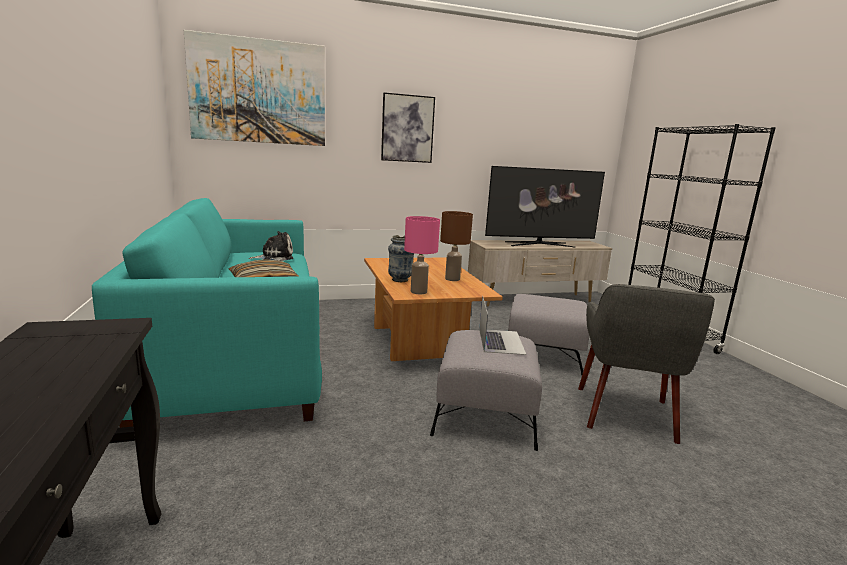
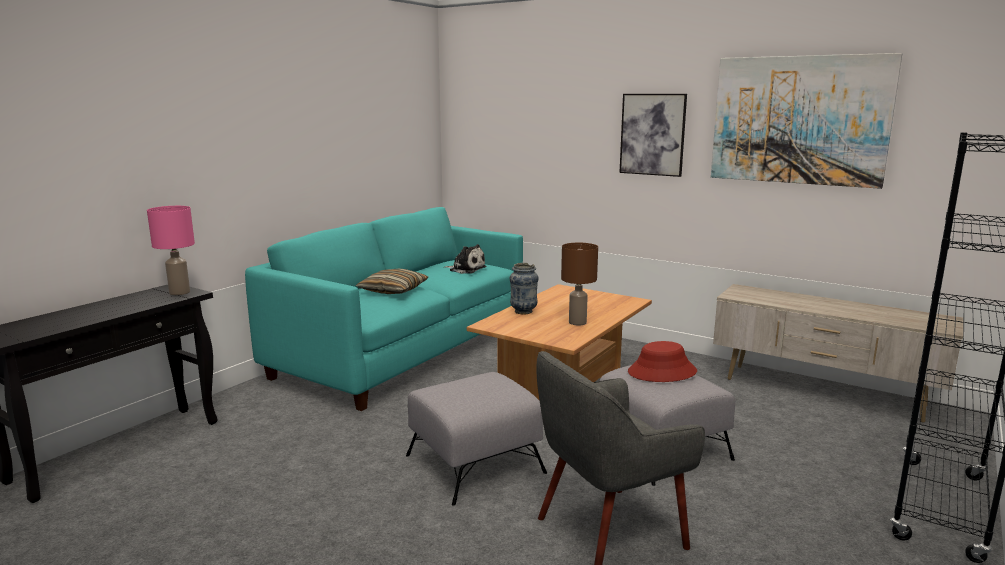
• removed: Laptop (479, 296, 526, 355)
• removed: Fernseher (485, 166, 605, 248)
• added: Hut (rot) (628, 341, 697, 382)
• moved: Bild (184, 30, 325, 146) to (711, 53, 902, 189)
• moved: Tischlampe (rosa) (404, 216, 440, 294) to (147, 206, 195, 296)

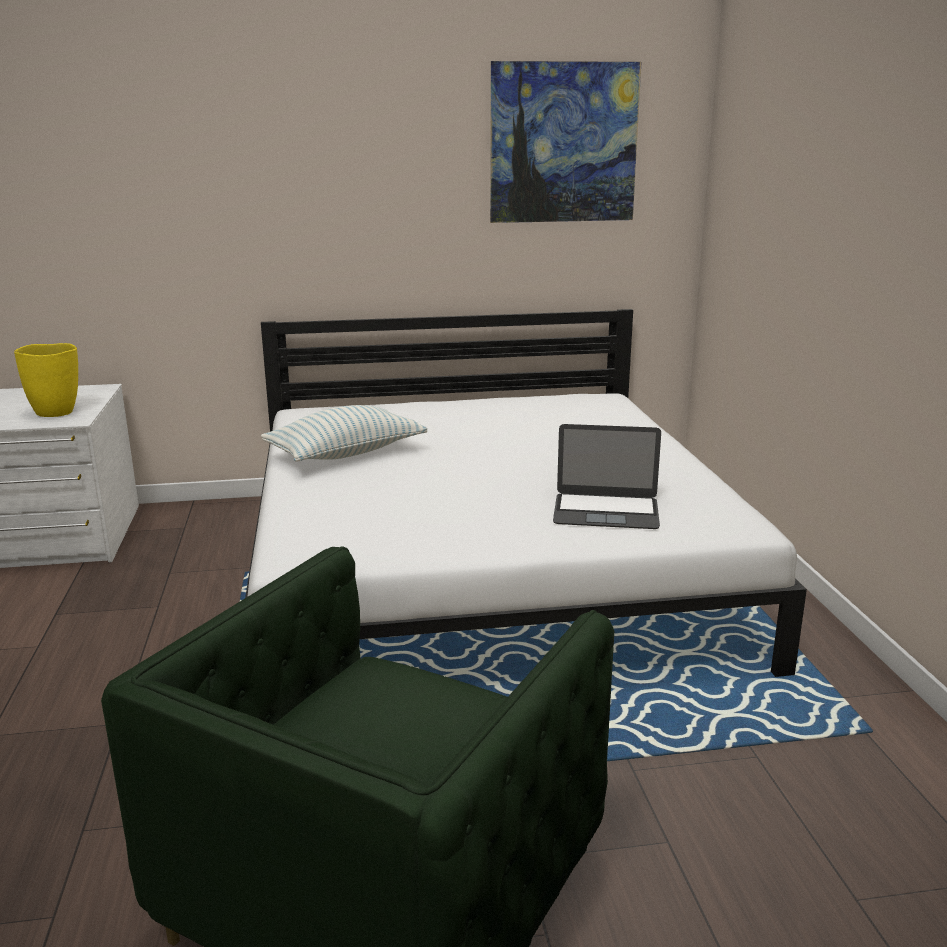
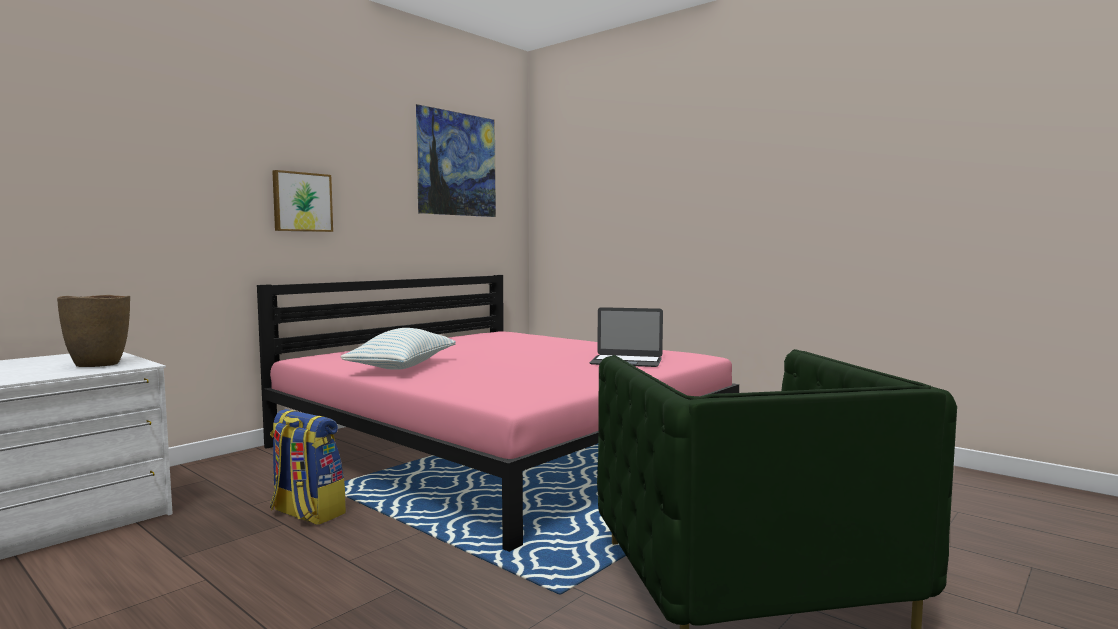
• added: Rucksack (270, 409, 346, 525)
• added: Bild (272, 170, 333, 232)
• recoloured: Vase (gelb) (14, 343, 78, 417) to Vase (braun) (57, 295, 130, 367)
• recoloured: Bett (weiß) (245, 309, 807, 677) to Bett (rosa) (257, 275, 739, 552)
• turned: Laptop (553, 424, 661, 529) = (589, 307, 663, 367) 45 degrees clockwise

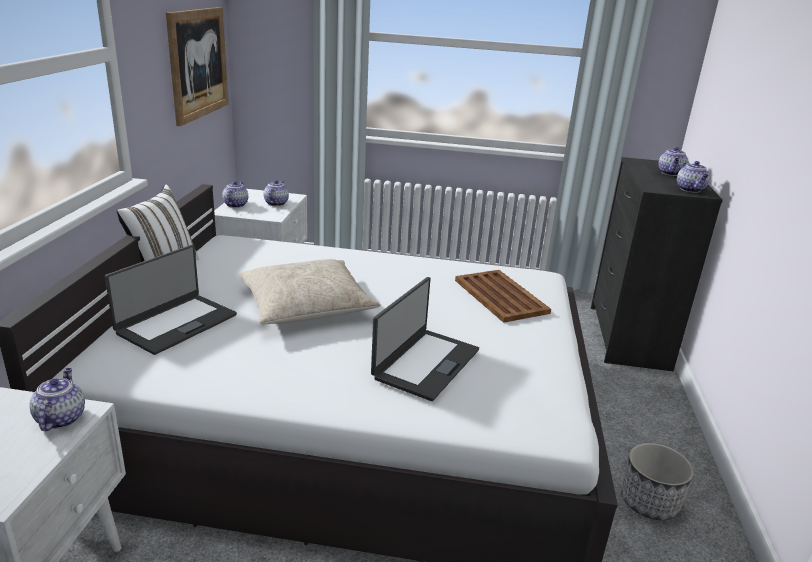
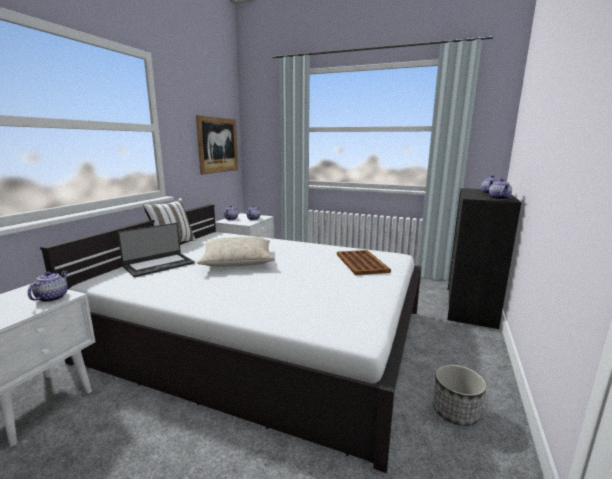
• removed: Laptop (371, 277, 479, 401)

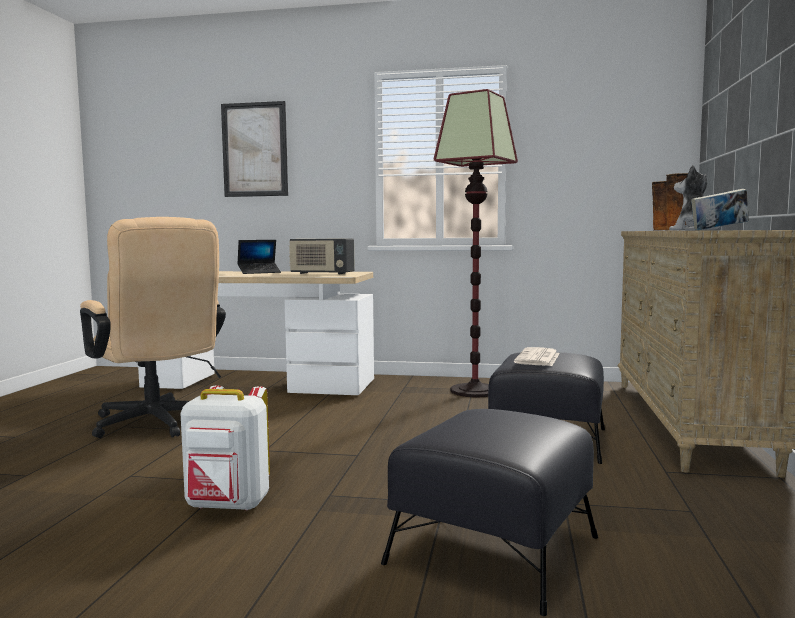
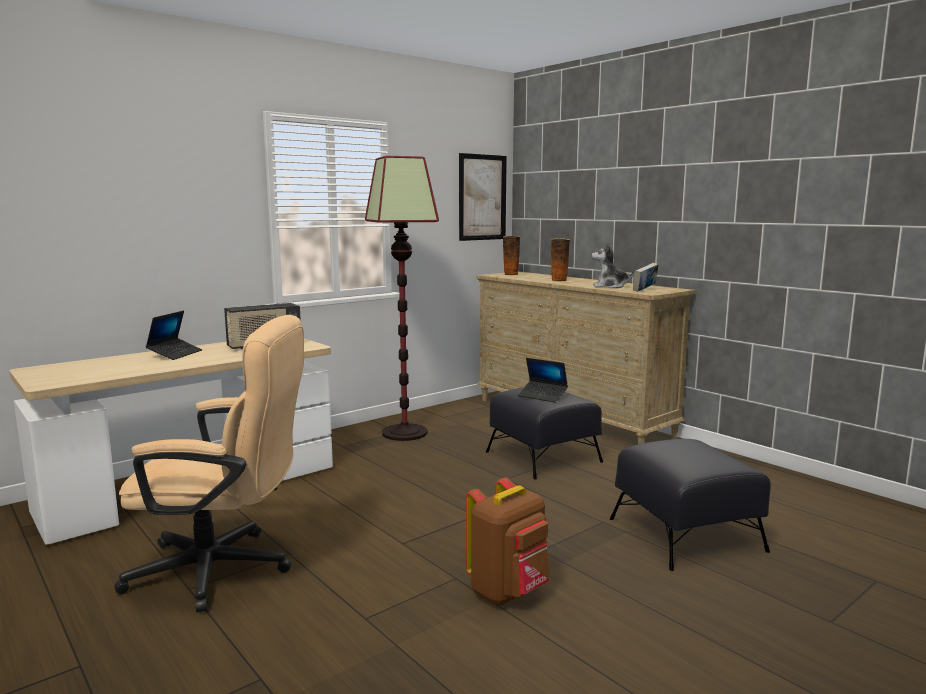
• moved: Bild (221, 101, 288, 197) to (459, 153, 507, 241)
• replaced: Zeitung (514, 347, 560, 366) to Laptop (518, 358, 568, 403)
• recoloured: Rucksack (weiß) (181, 386, 270, 511) to Rucksack (braun) (466, 478, 549, 605)

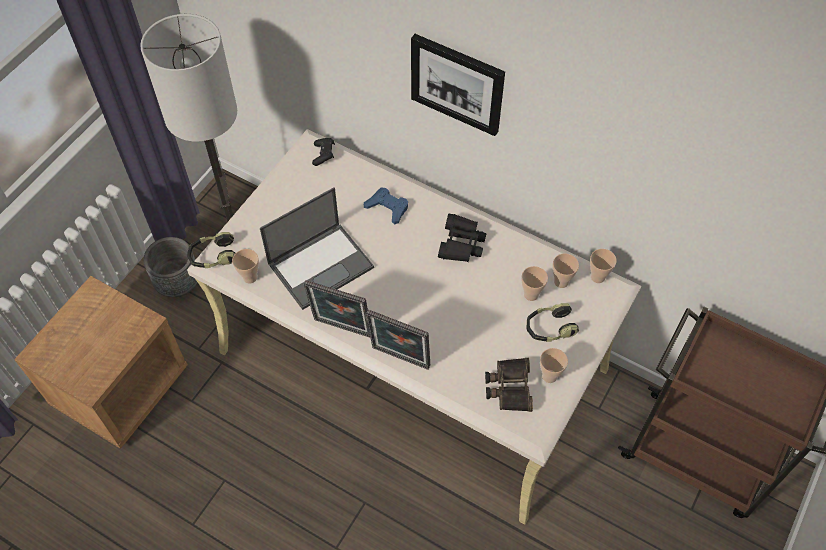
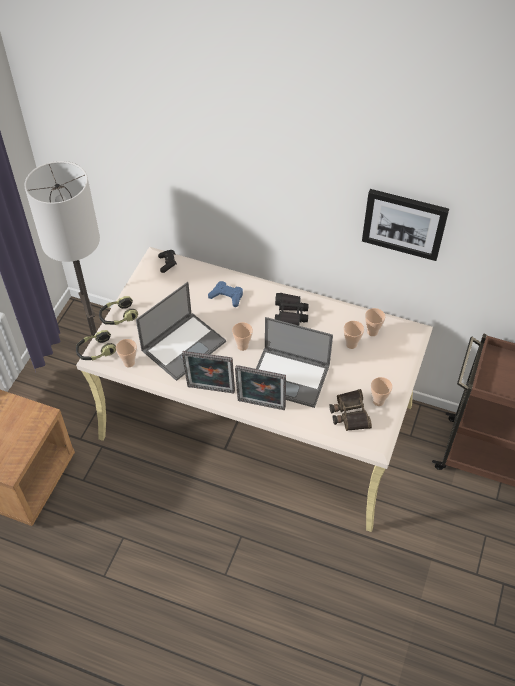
• removed: Pflanzkübel (grau) (143, 237, 198, 297)
• added: Laptop (256, 317, 333, 408)
• moved: Bild (411, 34, 505, 136) to (362, 189, 449, 261)
• moved: Kopfhörer (526, 303, 579, 342) to (99, 296, 138, 325)
• moved: Tasse (590, 249, 617, 283) to (232, 322, 253, 351)

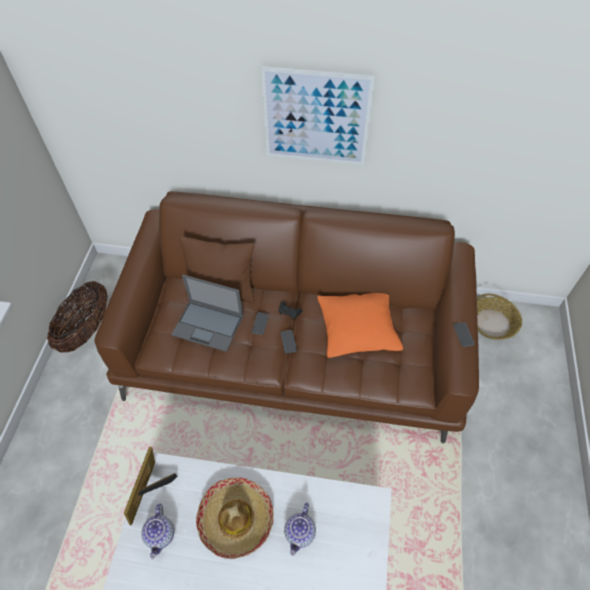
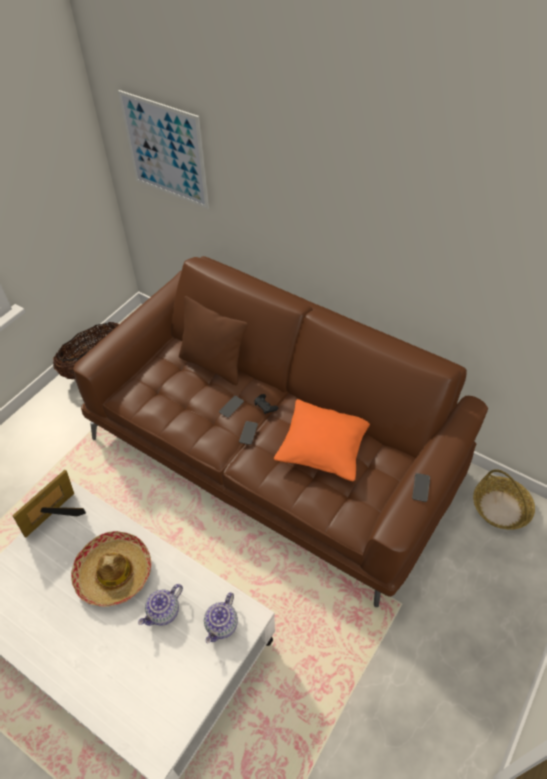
• removed: Laptop (171, 275, 243, 352)
• moved: Teekanne (141, 504, 174, 559) to (204, 592, 238, 644)
• moved: Bild (261, 66, 375, 165) to (118, 90, 209, 209)

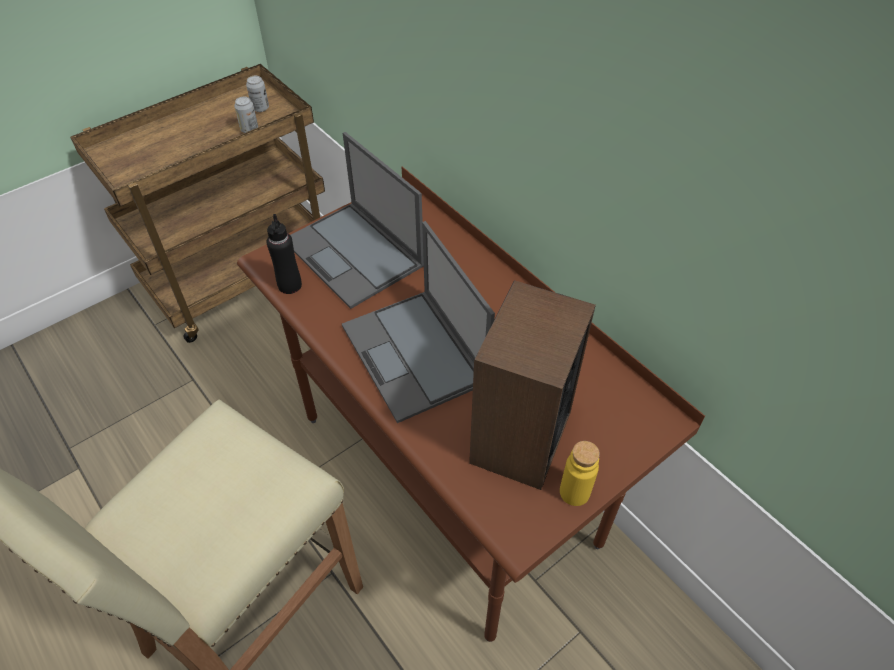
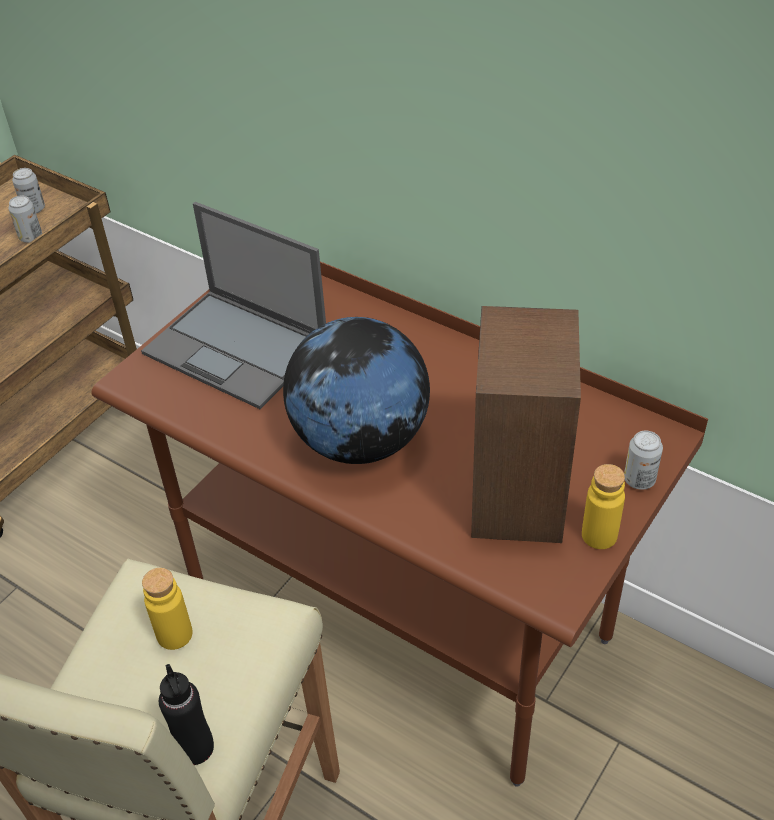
• added: Flasche (gelb) (142, 568, 193, 650)
• added: Dose (624, 431, 663, 490)
• moved: Flasche (schwarz) (267, 214, 302, 294) to (159, 664, 214, 765)
• replaced: Laptop (342, 221, 495, 423) to Globus (283, 317, 430, 464)

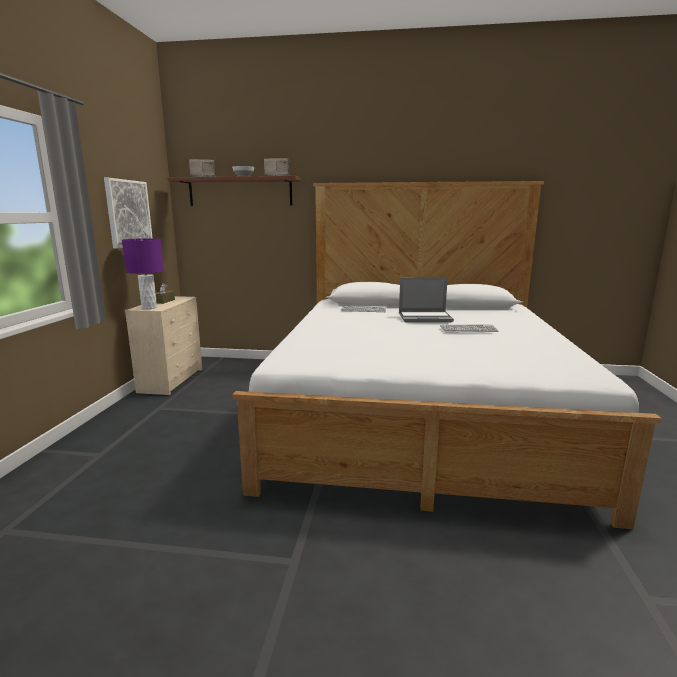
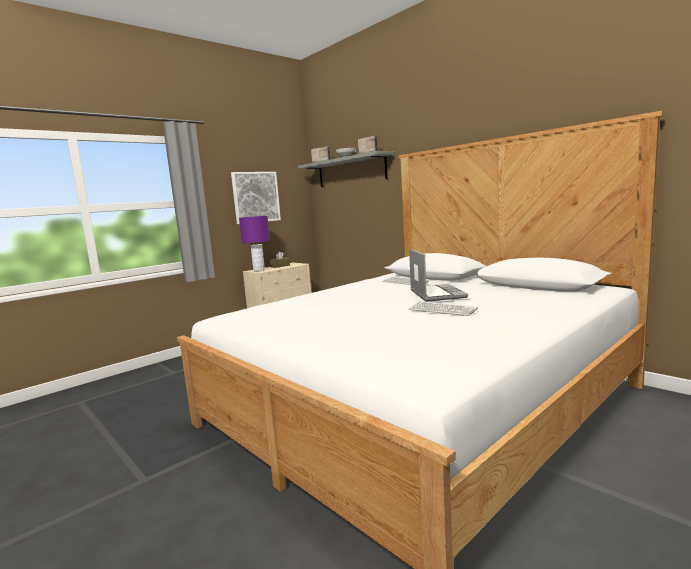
• recoloured: Wandregal (braun) (167, 176, 301, 206) to Wandregal (grau) (298, 151, 394, 187)
• turned: Laptop (399, 277, 454, 322) = (409, 249, 468, 302) 135 degrees counterclockwise

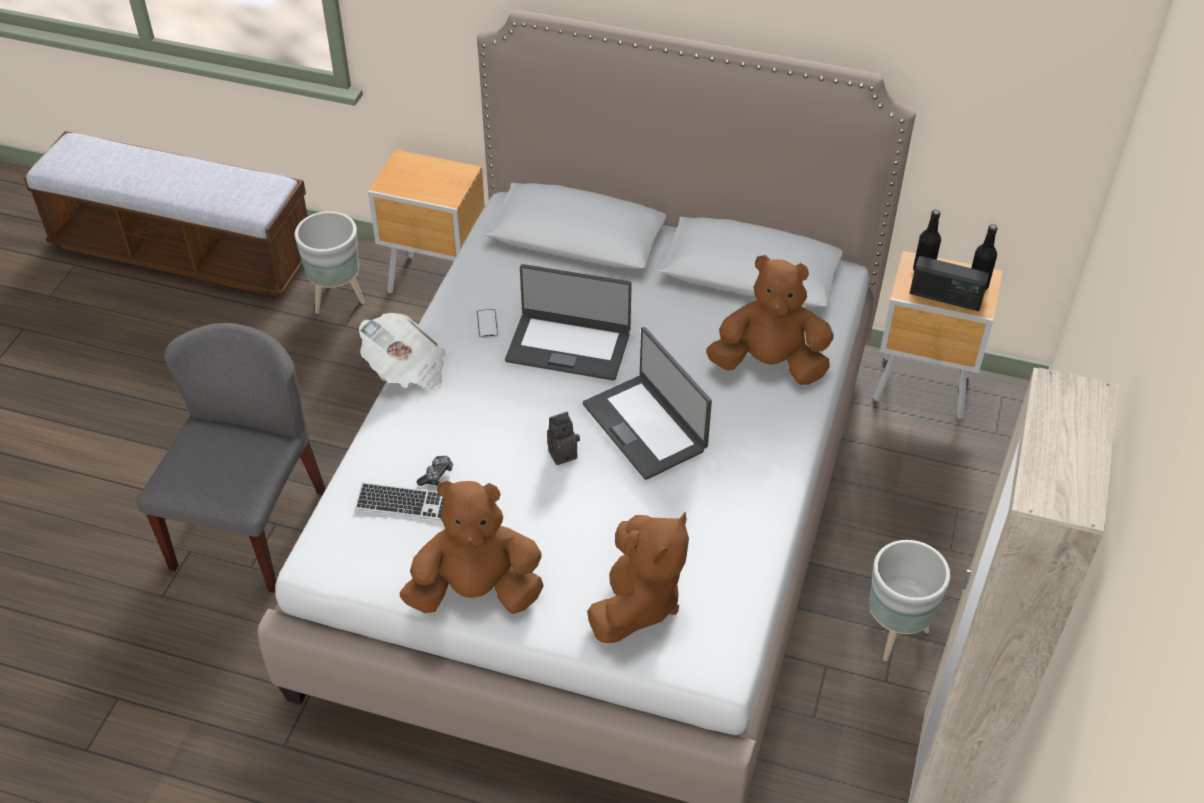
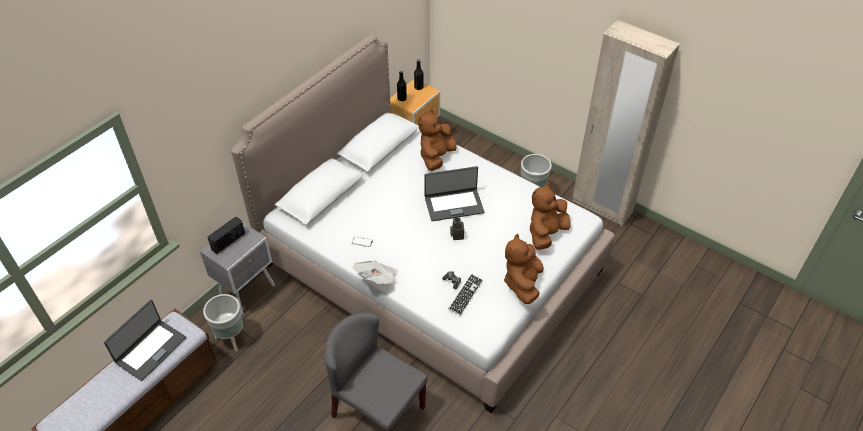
• moved: Laptop (505, 264, 632, 381) to (104, 300, 186, 381)
• moved: Radio (910, 256, 989, 311) to (208, 217, 245, 254)
• recoloured: Nachttisch (braun) (368, 149, 485, 294) to Nachttisch (grau) (200, 222, 275, 315)
• turned: Plüschtier (braun) (587, 511, 689, 643) = (530, 183, 571, 250) 90 degrees counterclockwise

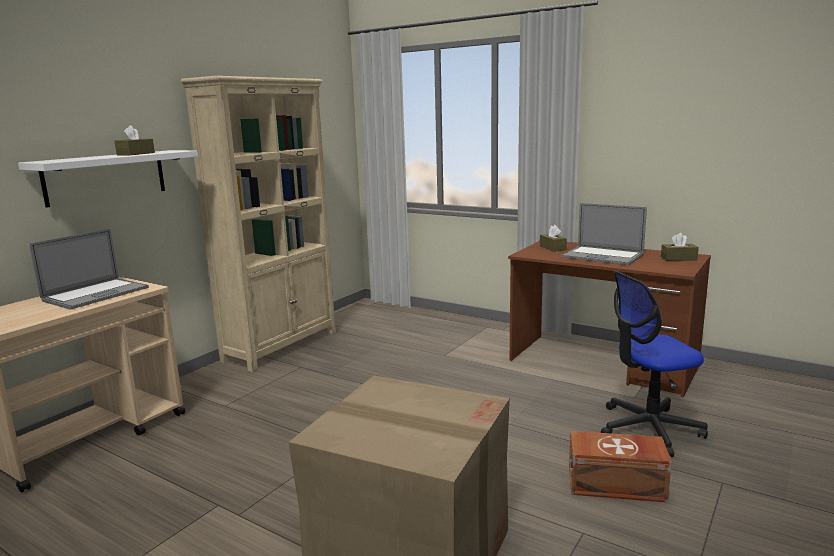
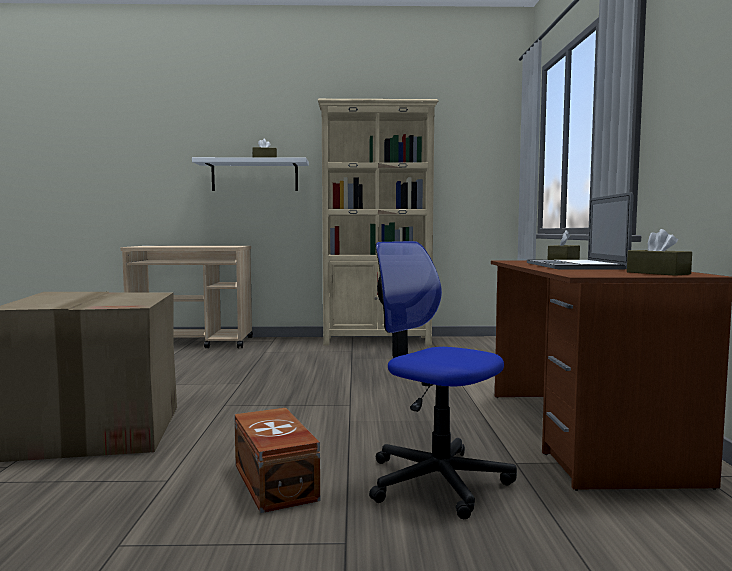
• removed: Laptop (29, 229, 149, 309)

